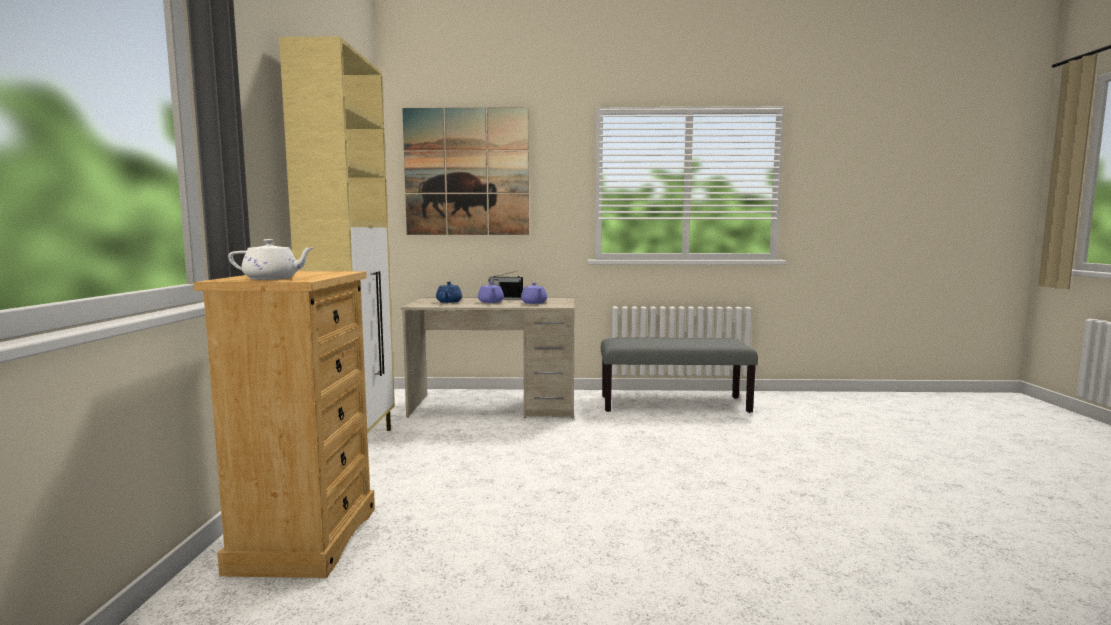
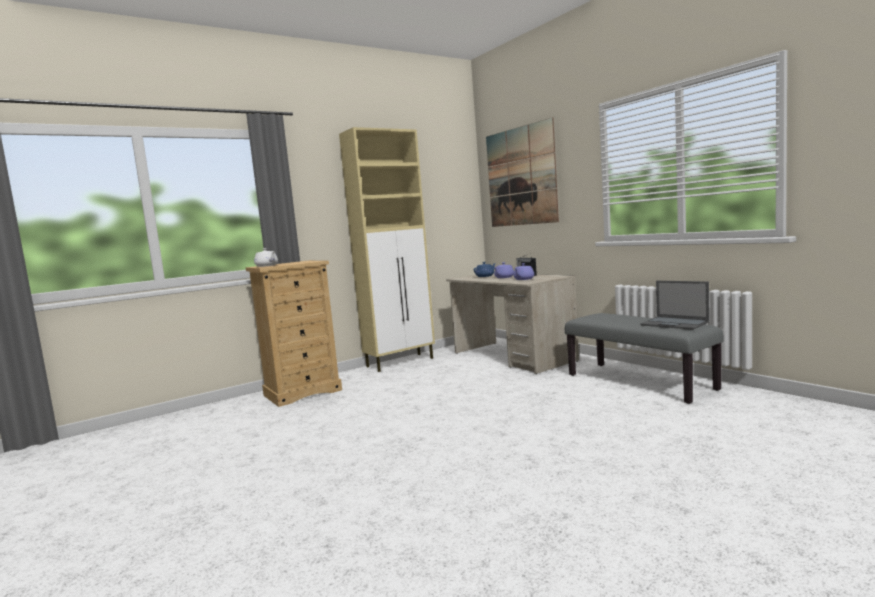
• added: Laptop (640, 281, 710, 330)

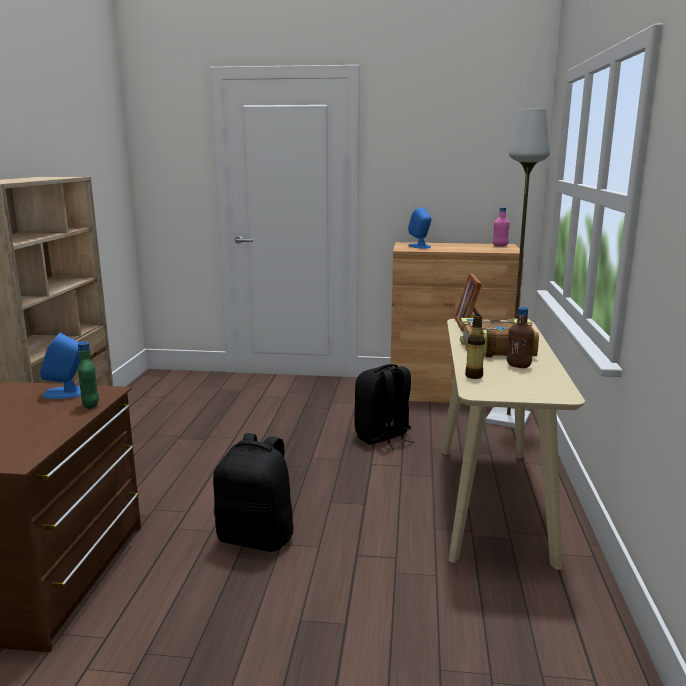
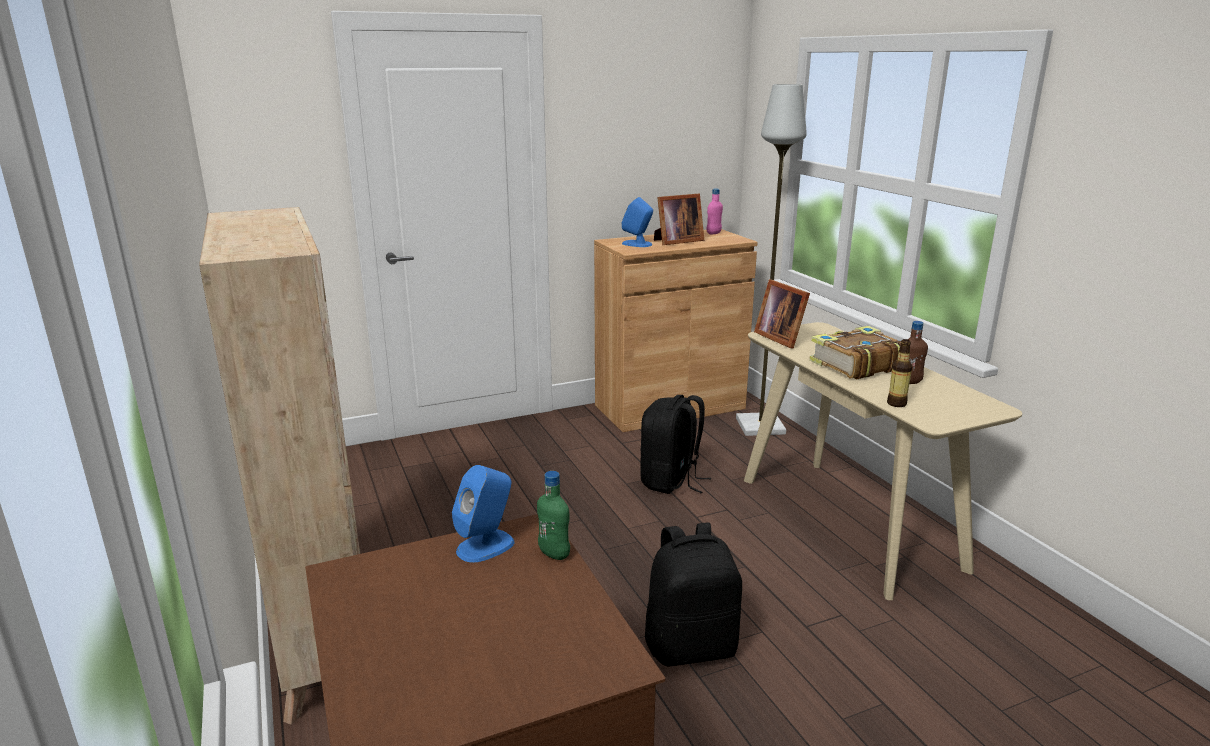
• added: Bilderrahmen (654, 193, 704, 245)

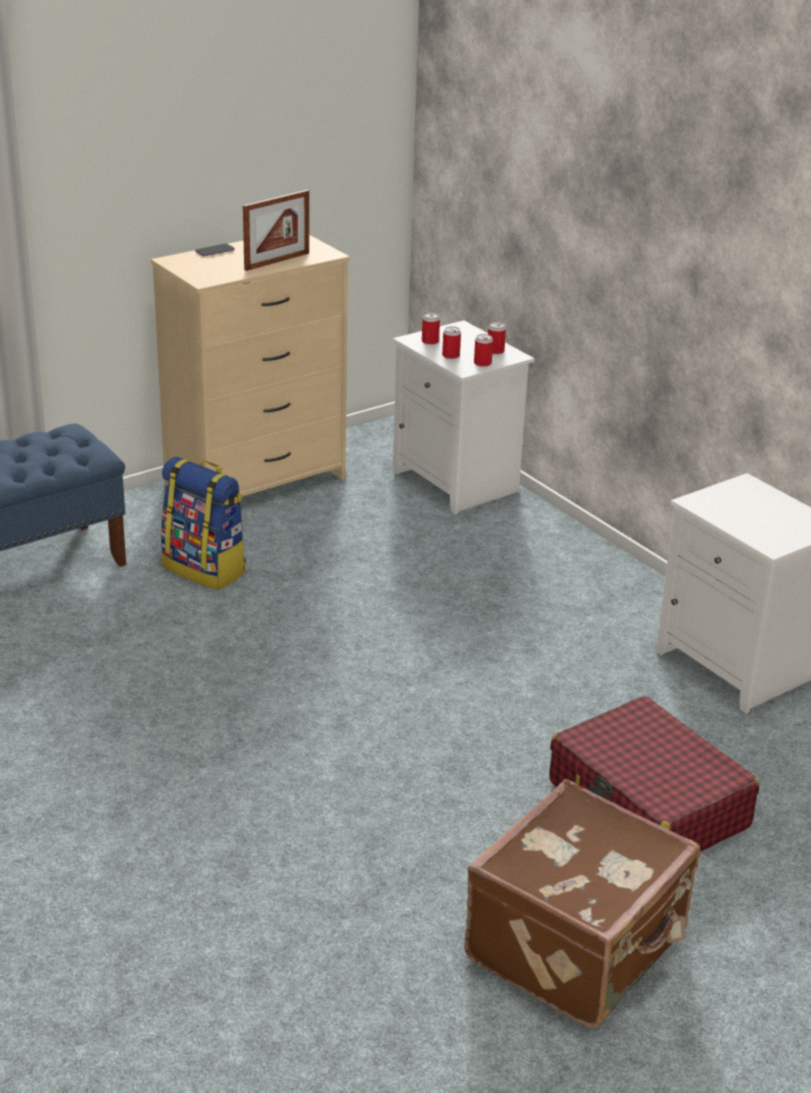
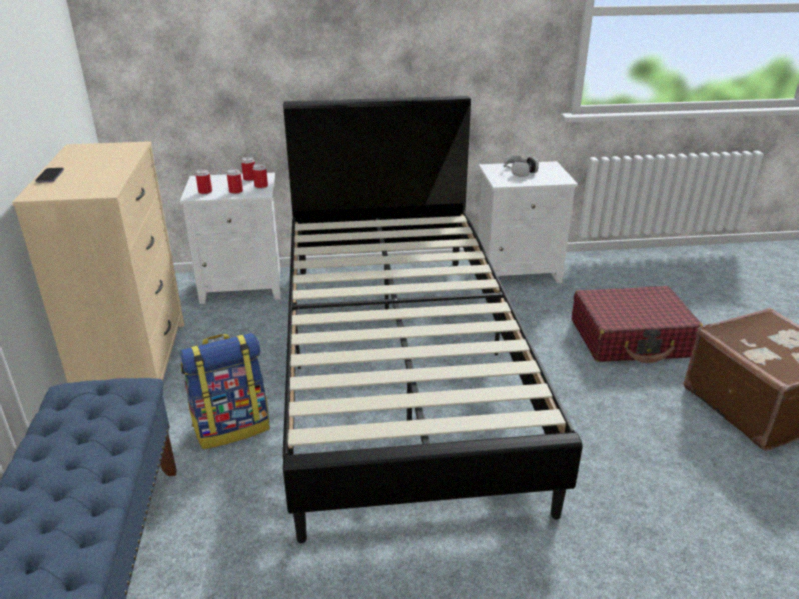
• removed: Bilderrahmen (243, 190, 309, 271)
• added: Bett (schwarz) (283, 96, 583, 543)
• added: Kopfhörer (504, 156, 539, 177)

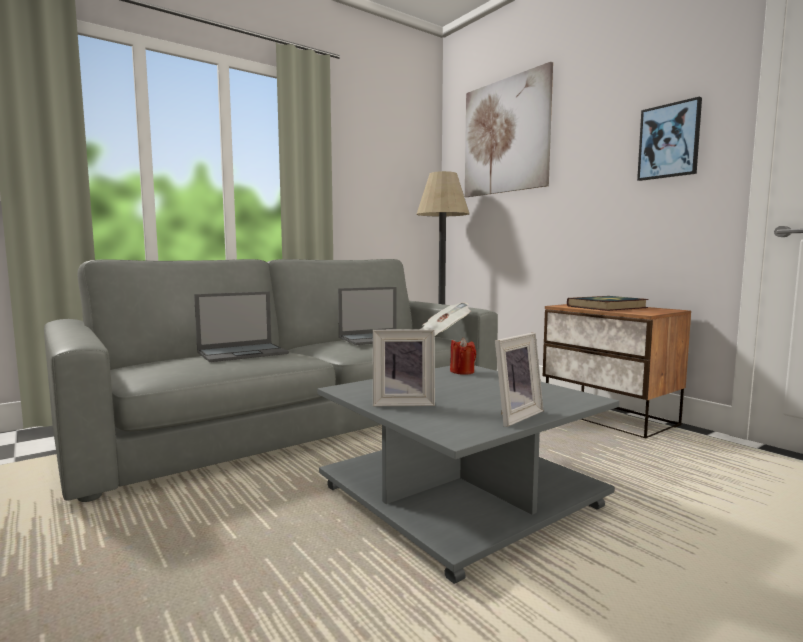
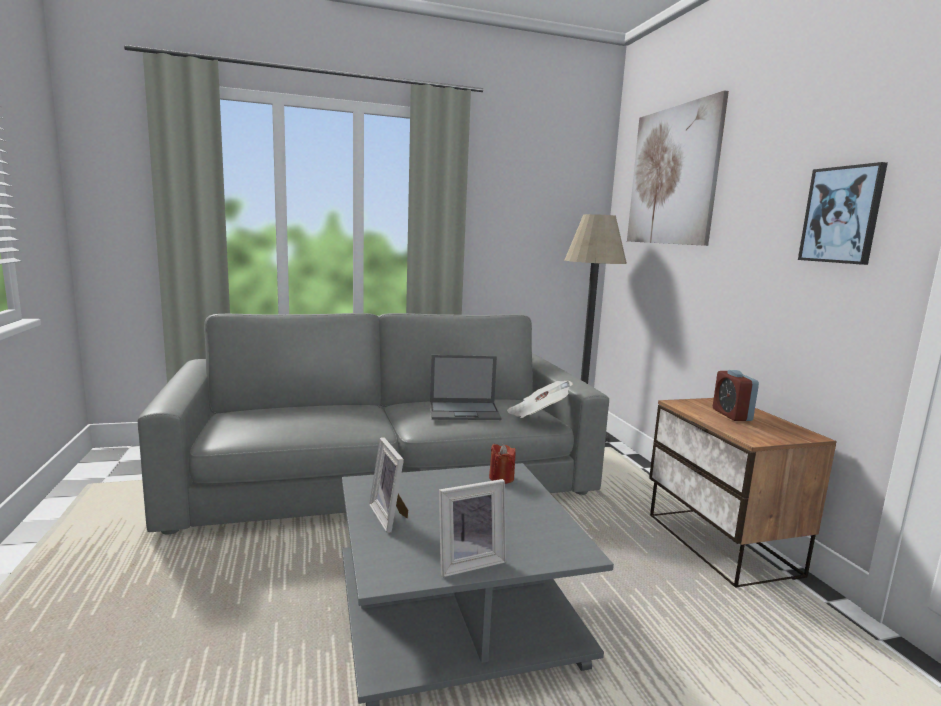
• removed: Laptop (194, 292, 289, 362)
• replaced: Buch (567, 296, 649, 311) to Wecker (713, 370, 759, 421)
• turned: Bilderrahmen (373, 329, 435, 406) = (369, 437, 408, 533) 45 degrees clockwise

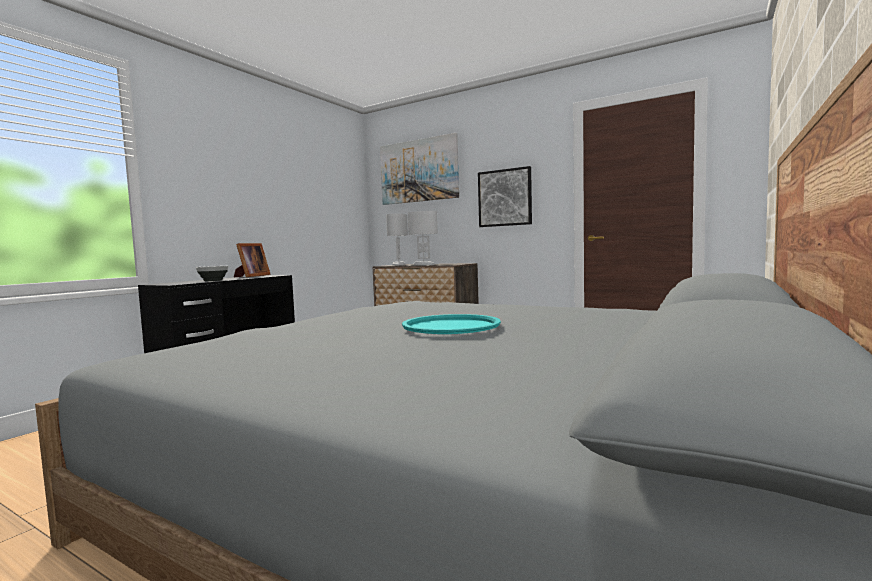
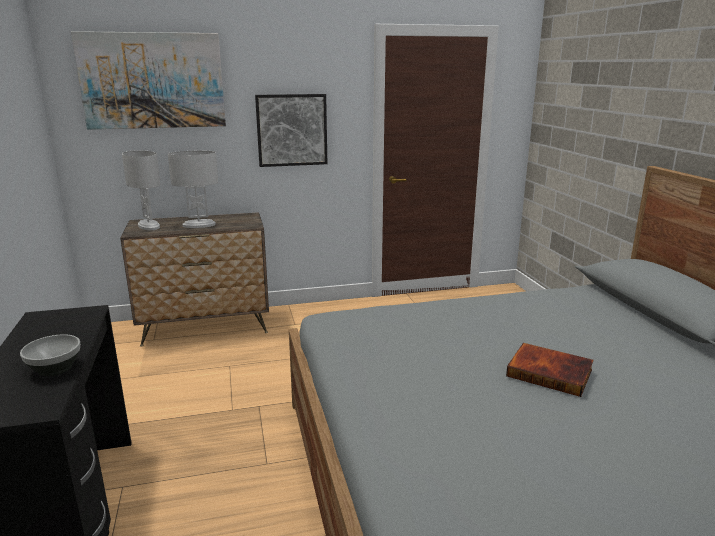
• removed: Bilderrahmen (234, 243, 270, 277)
• replaced: Tablett (türkis) (402, 314, 501, 334) to Buch (506, 343, 594, 397)

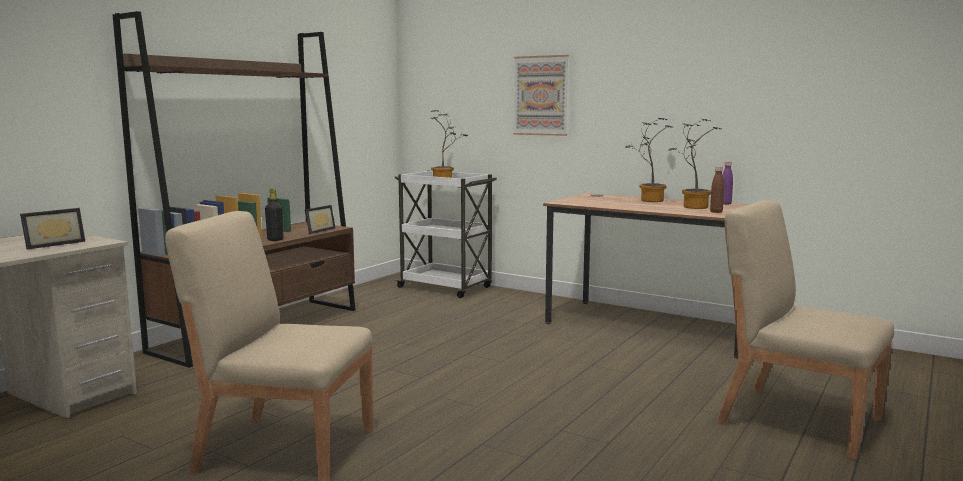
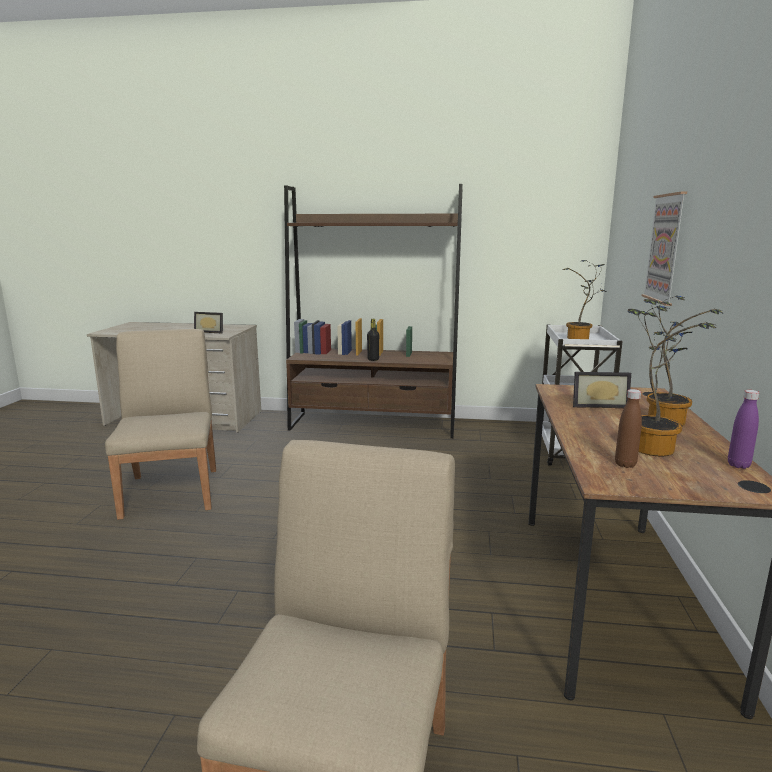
• moved: Bilderrahmen (305, 205, 336, 234) to (573, 372, 631, 408)

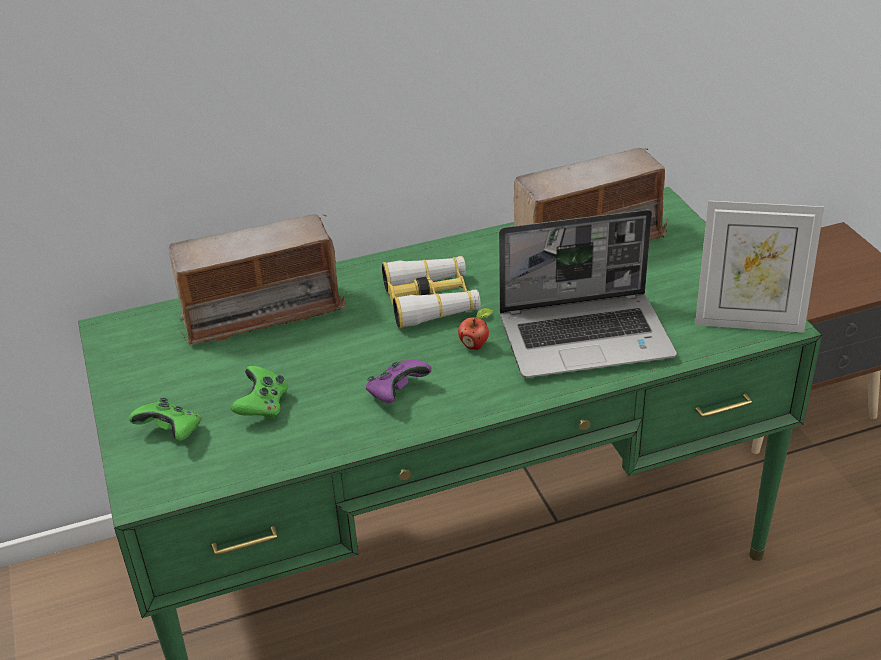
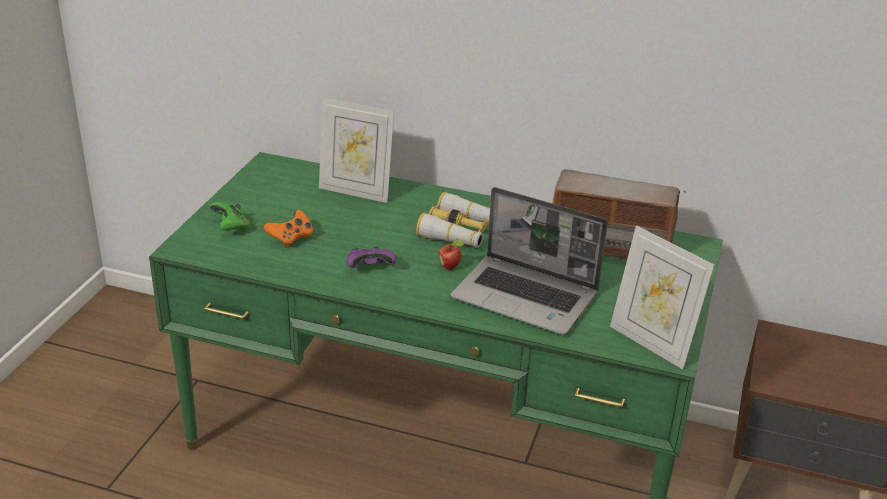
• replaced: Radio (169, 214, 347, 345) to Bilderrahmen (319, 98, 394, 203)
• recoloured: Gamepad (grün) (231, 366, 288, 420) to Gamepad (orange) (264, 210, 313, 247)

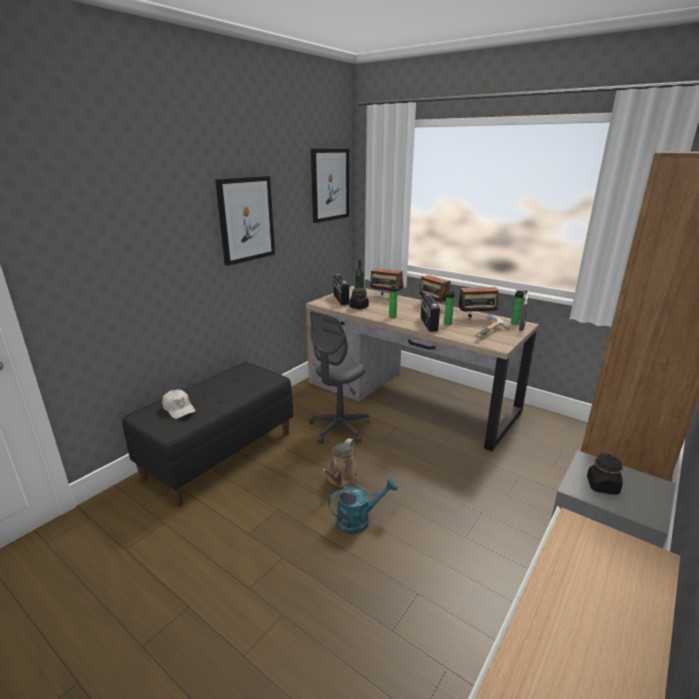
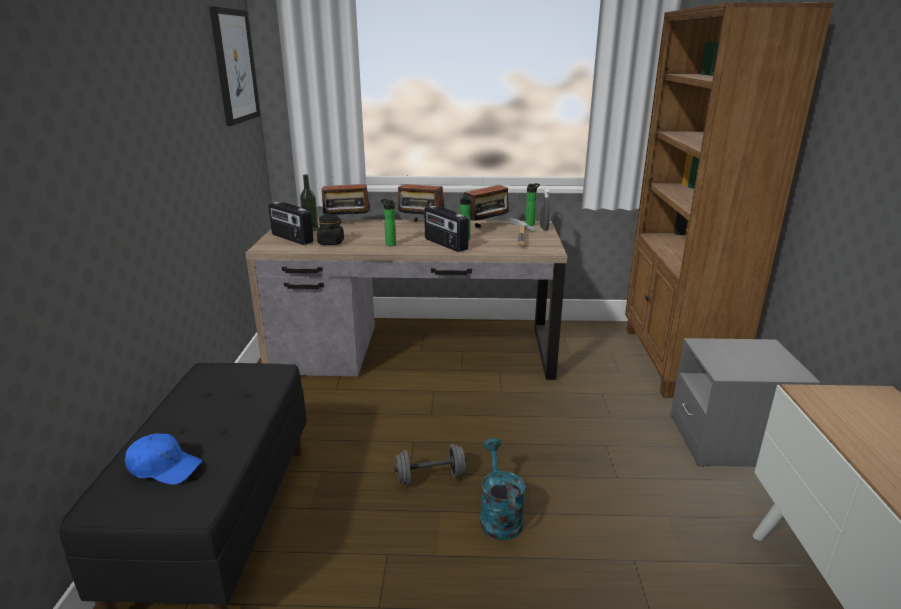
• removed: Bild (215, 176, 275, 266)
• removed: Bürostuhl (grau) (309, 311, 369, 444)
• removed: Vorratsglas (schwarz) (587, 453, 623, 495)
• replaced: Gießkanne (braun) (321, 438, 360, 487) to Hantel (grau) (394, 444, 466, 485)
• recoloured: Kappe (weiß) (162, 389, 196, 419) to Kappe (blau) (125, 433, 202, 485)
• turned: Gießkanne (türkis) (328, 478, 398, 534) = (480, 438, 526, 540) 45 degrees counterclockwise

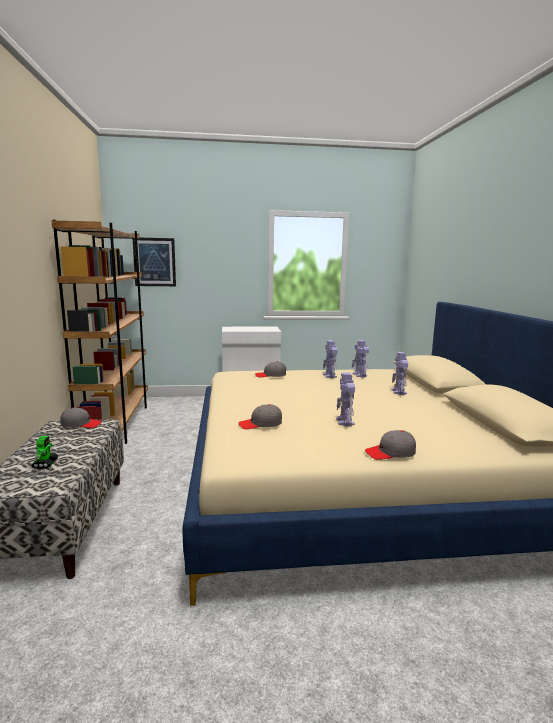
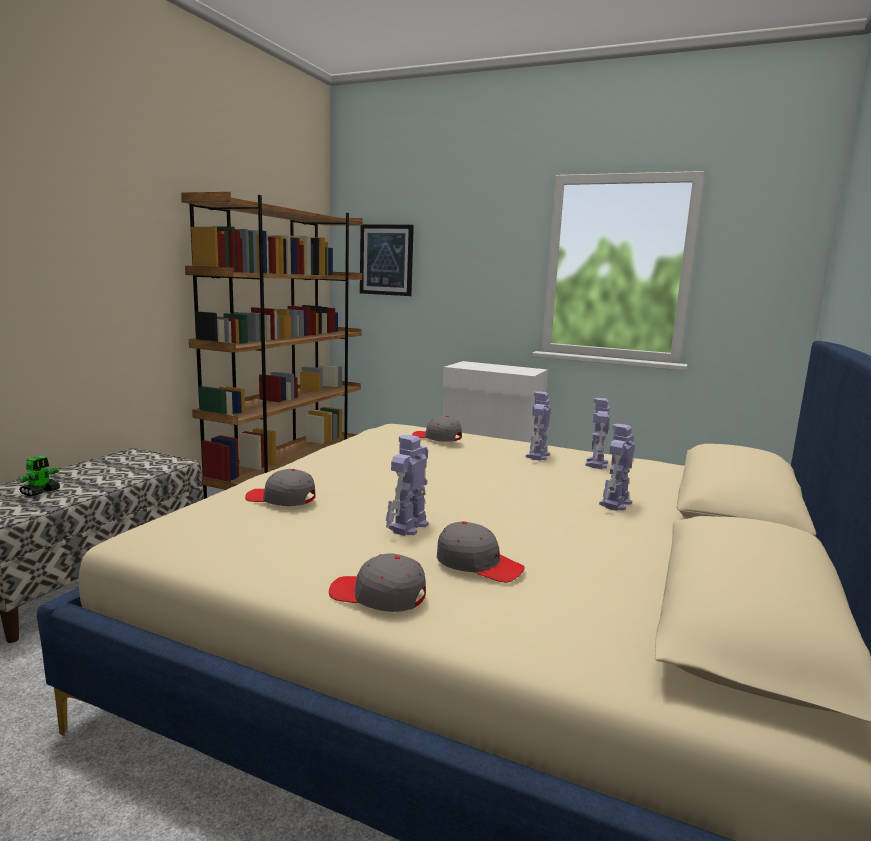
• moved: Kappe (grau) (60, 407, 102, 428) to (437, 521, 524, 582)

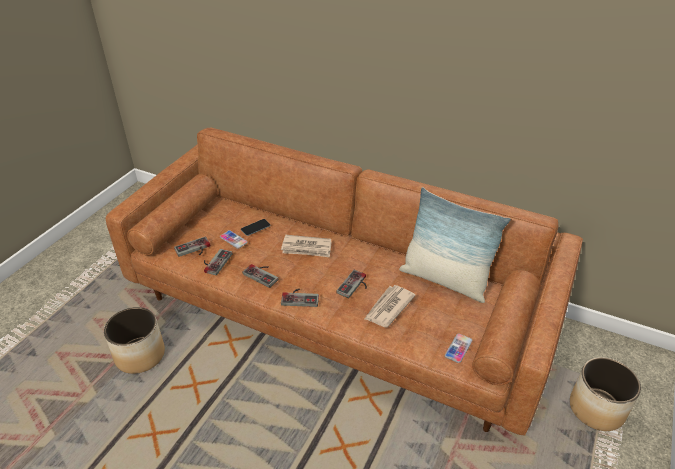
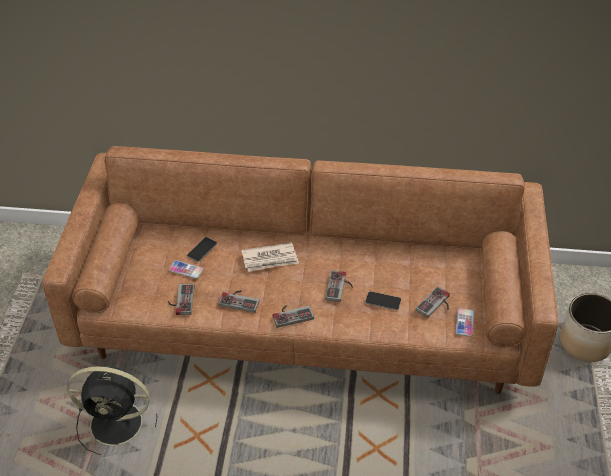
• removed: Kissen (399, 187, 511, 303)
• moved: Gamepad (174, 237, 210, 257) to (416, 286, 450, 318)
• replaced: Pflanzkübel (104, 307, 165, 374) to Ventilator (schwarz) (67, 366, 157, 455)
• replaced: Zeitung (365, 285, 416, 327) to Handy (366, 291, 401, 310)

